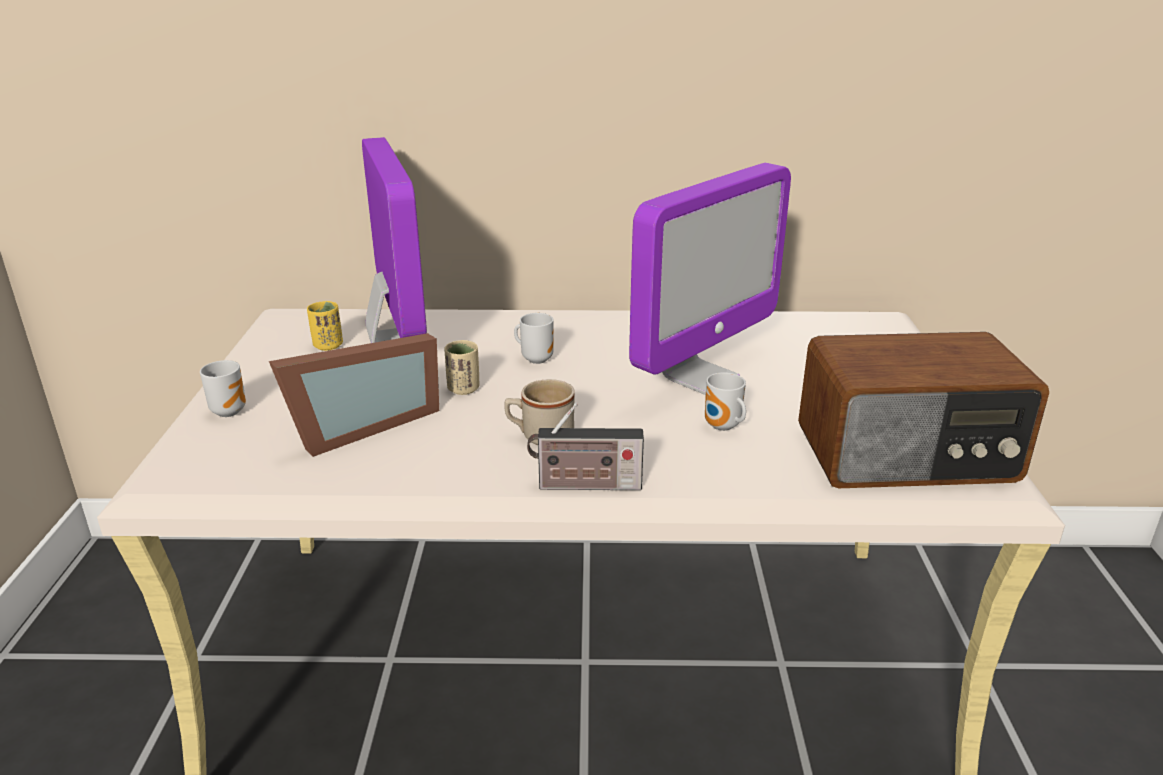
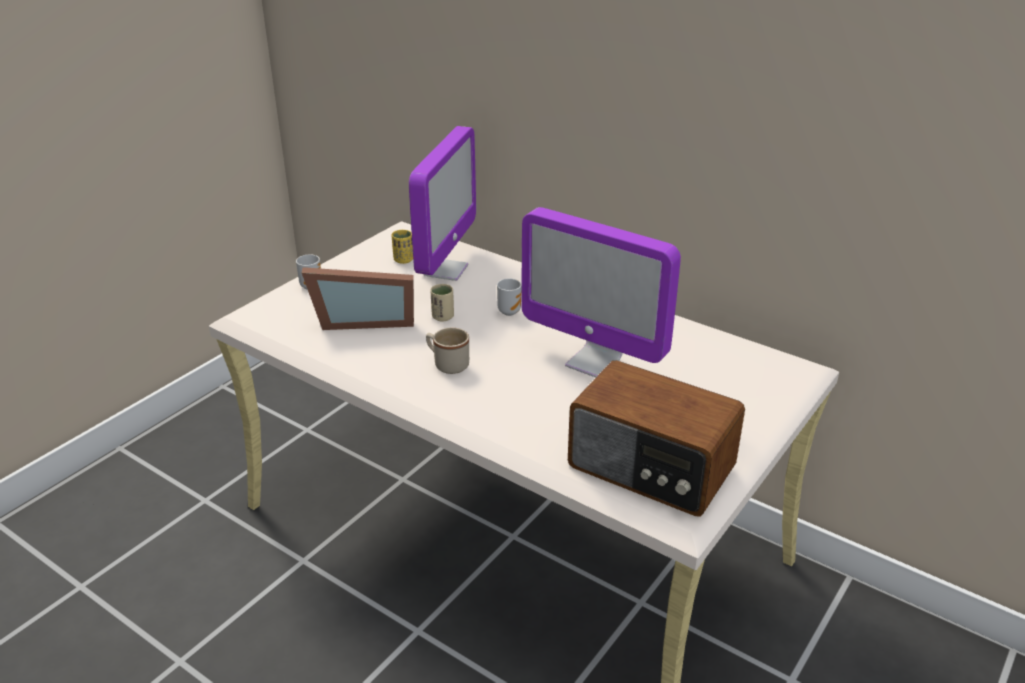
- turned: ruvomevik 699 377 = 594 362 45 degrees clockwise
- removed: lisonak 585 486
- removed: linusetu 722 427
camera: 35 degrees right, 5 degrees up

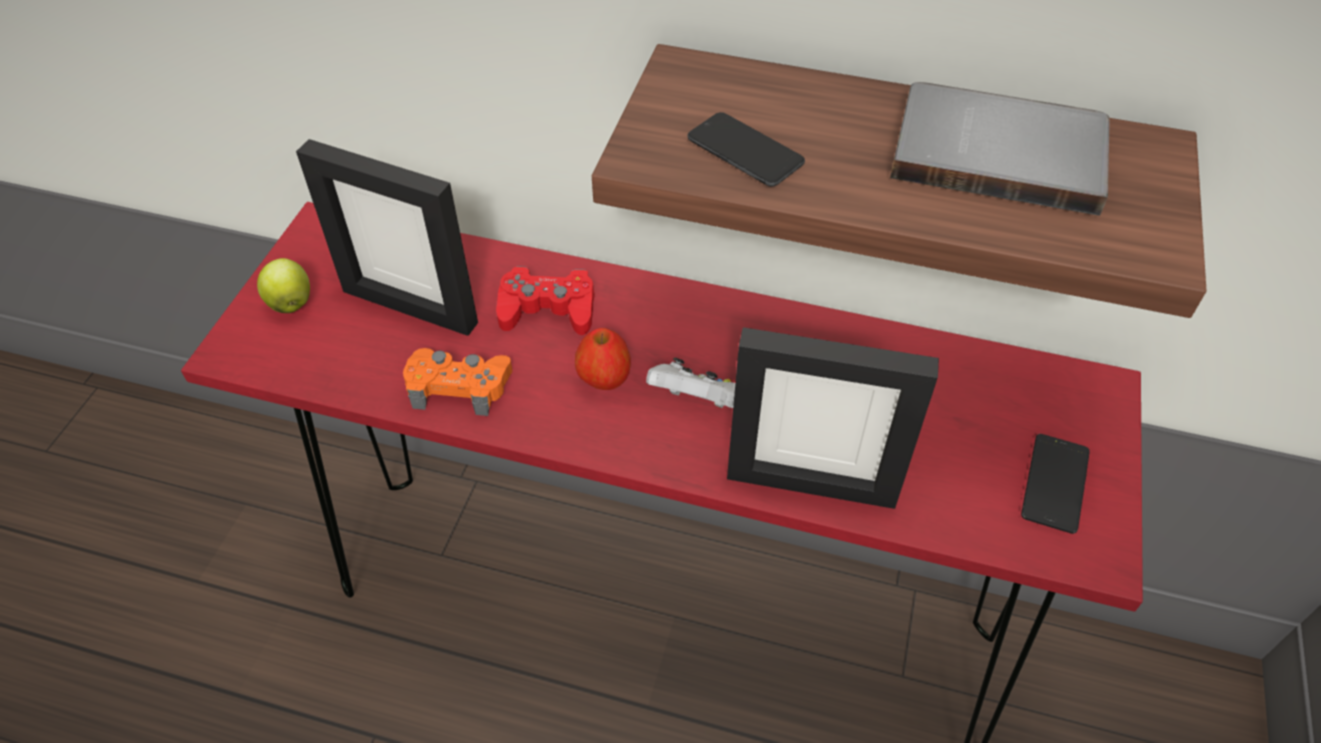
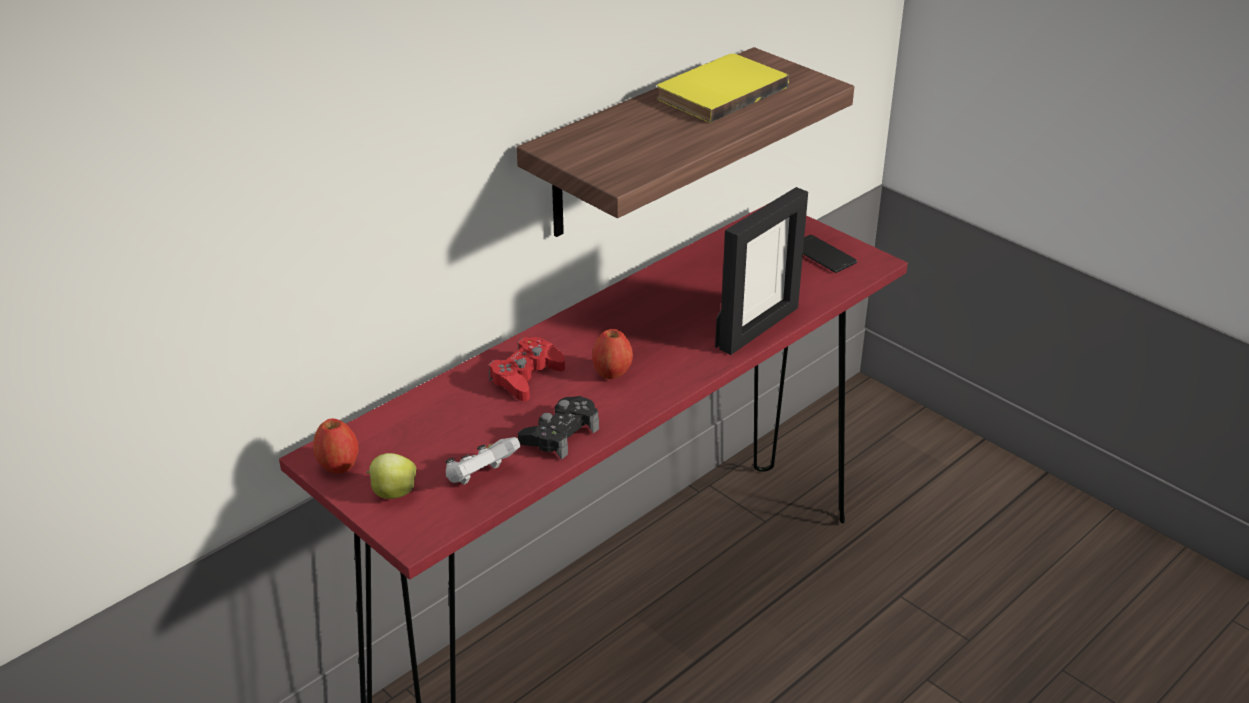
- added: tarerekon 338 466
- moved: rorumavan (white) 697 402 to 481 477
- recoloured: rorumavan (orange) 459 386 to rorumavan (black) 560 434
- recoloured: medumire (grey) 998 150 to medumire (yellow) 718 91
- removed: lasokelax 411 304
- removed: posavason 745 151
camera: 60 degrees left, 15 degrees down

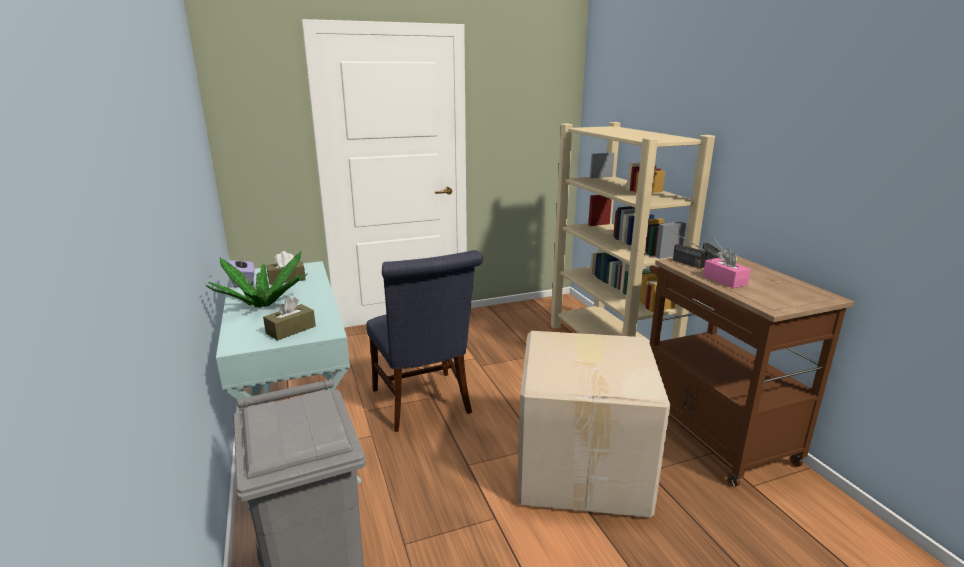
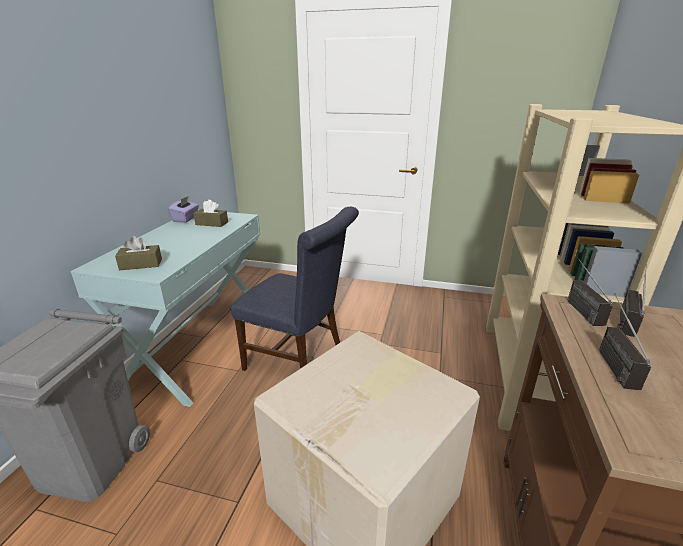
- turned: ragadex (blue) 424 404 = 300 360 75 degrees counterclockwise
- replaced: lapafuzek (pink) 724 280 to lisonak 609 358
- removed: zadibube 263 304
camera: 35 degrees right, 5 degrees up

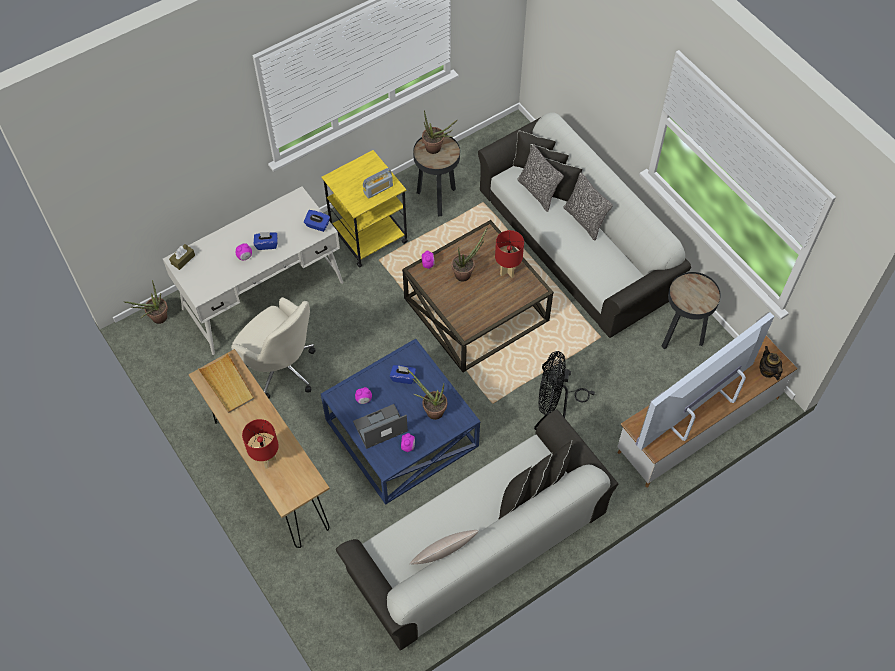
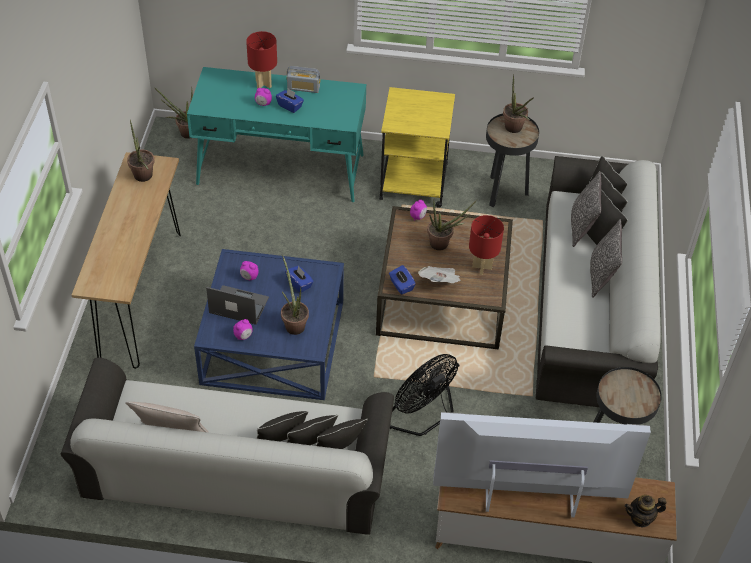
- replaced: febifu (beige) 227 385 to zadibube 143 178
- recoloured: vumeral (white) 263 295 to vumeral (turquoise) 281 169
- moved: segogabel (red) 266 459 to 264 84
- moved: lisonak 378 189 to 303 88
- moved: lapafuzek (blue) 317 225 to 401 285
- added: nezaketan 440 282
- turned: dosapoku 767 371 = 641 518 120 degrees counterclockwise
- removed: lapafuzek (brown) 183 259
- removed: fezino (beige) 281 368
camera: 40 degrees right, 10 degrees down

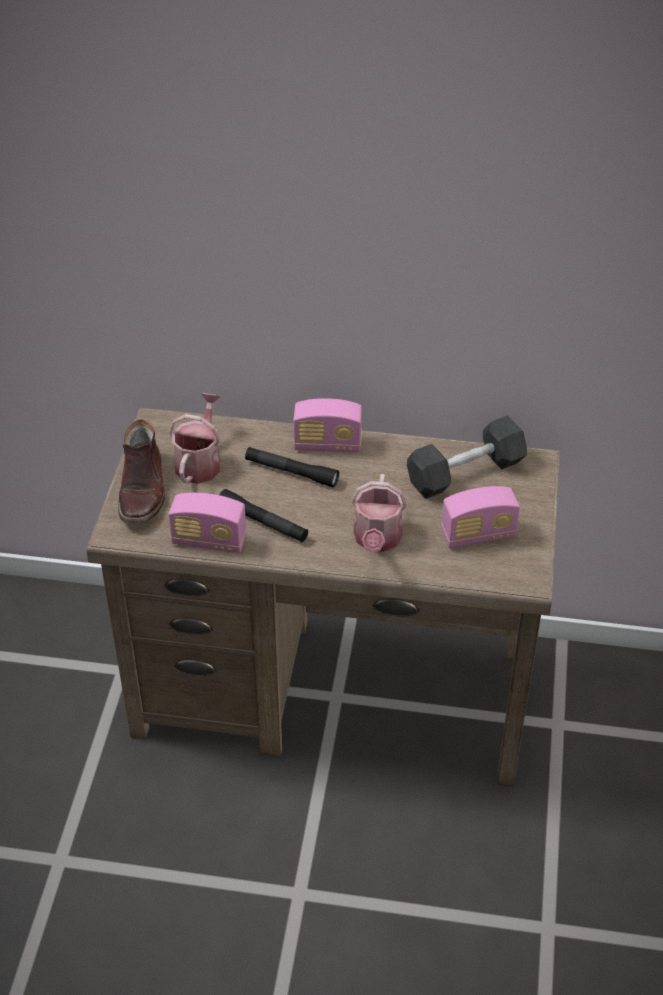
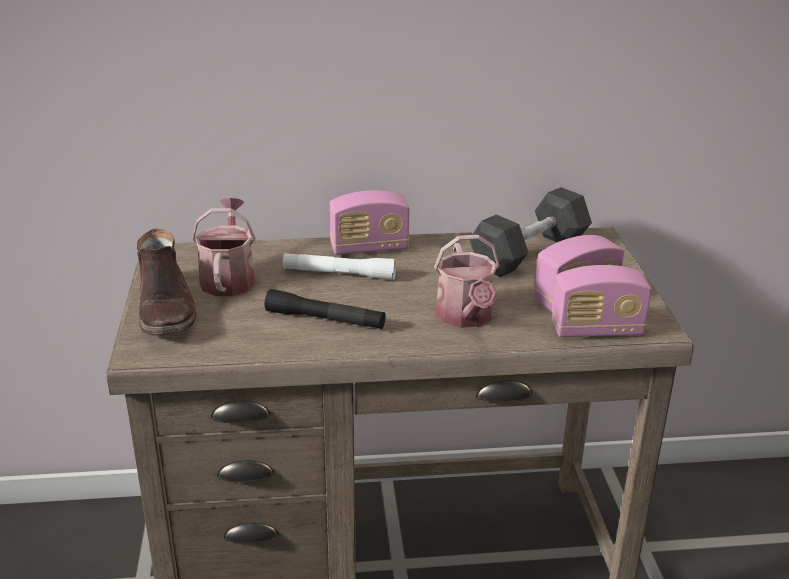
- recoloured: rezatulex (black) 291 472 to rezatulex (white) 339 274
- moved: lisonak 209 541 to 597 330
camera: 15 degrees left, 15 degrees down

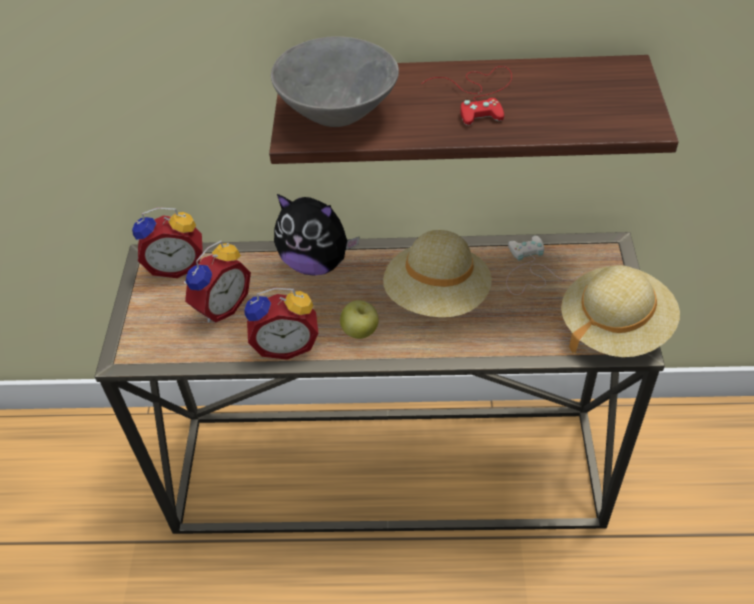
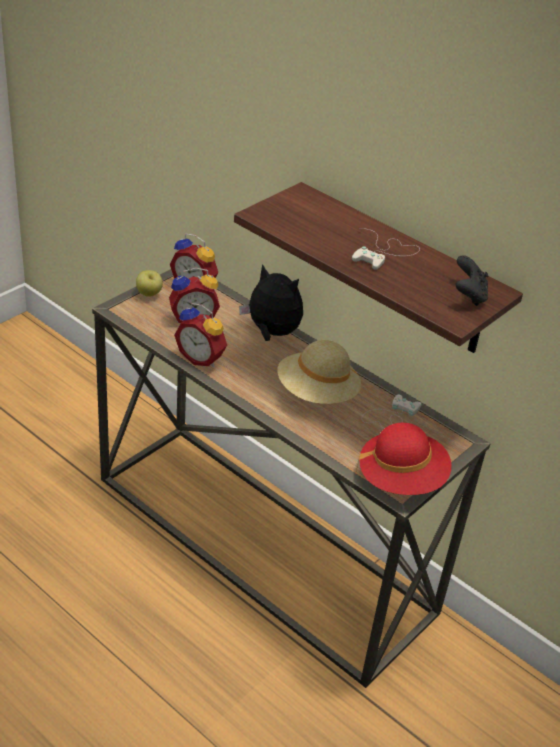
- moved: tarerekon 360 331 to 149 294
- turned: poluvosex 316 263 = 271 333 150 degrees clockwise
- recoloured: rorumavan (red) 479 95 to rorumavan (white) 384 252
- recoloured: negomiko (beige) 614 327 to negomiko (red) 401 479
- added: rorumavan (black) 468 295
- removed: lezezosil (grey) 339 114
camera: 35 degrees right, 10 degrees down

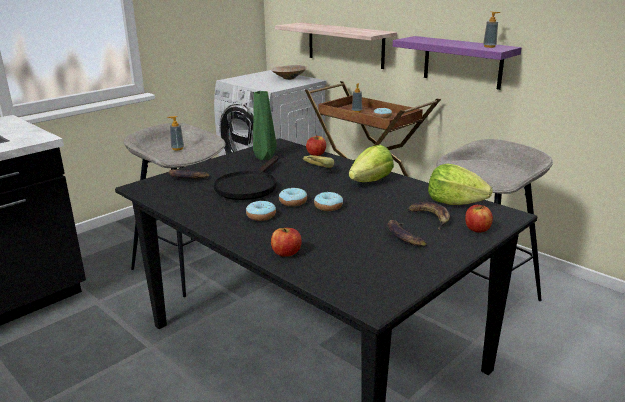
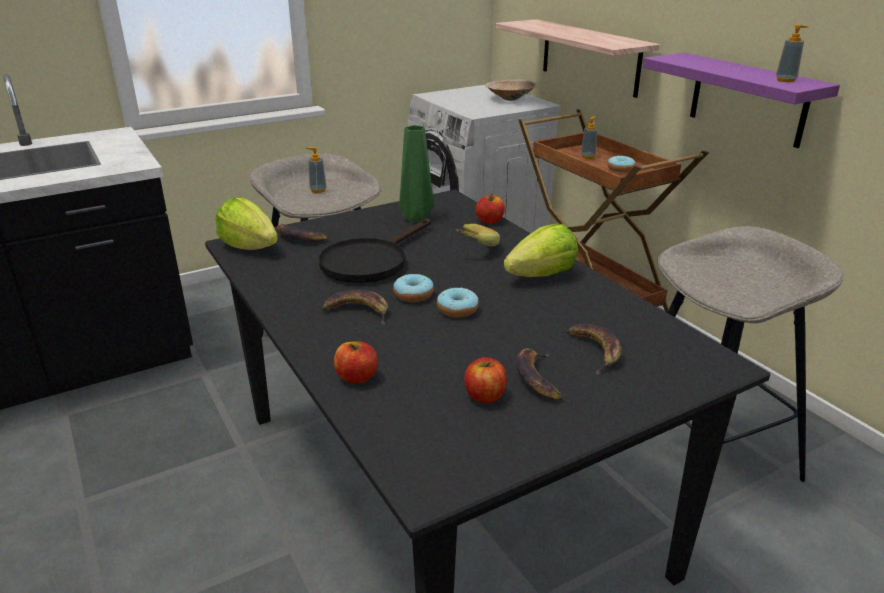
- moved: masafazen 454 202 to 250 246
- replaced: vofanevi 261 216 to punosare 358 311
- moved: tarerekon 477 229 to 484 396
camera: 15 degrees right, 5 degrees up

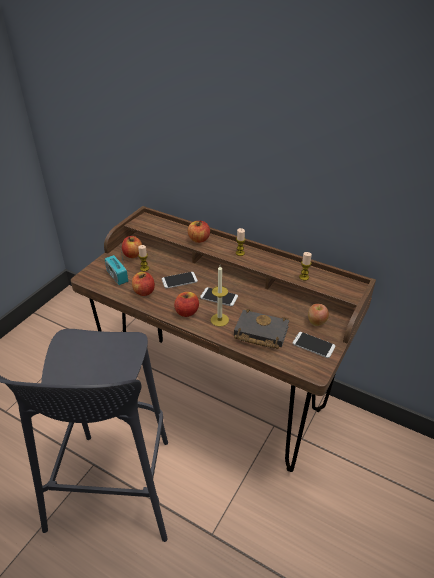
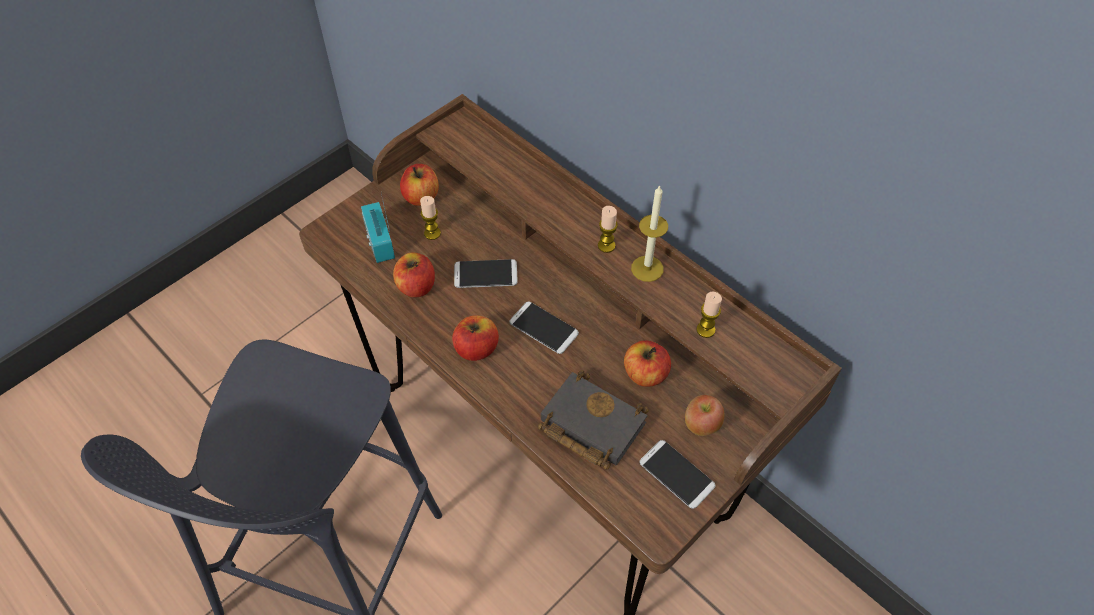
- moved: tarerekon 199 239 to 645 374
- moved: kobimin 219 320 to 647 268
camera: 15 degrees right, 15 degrees up

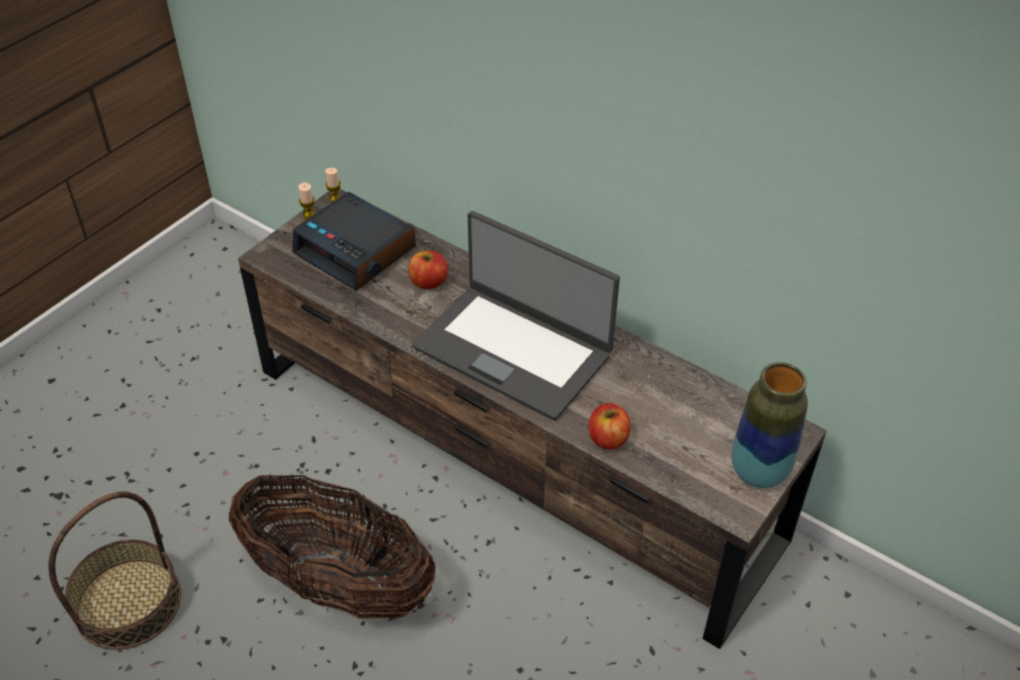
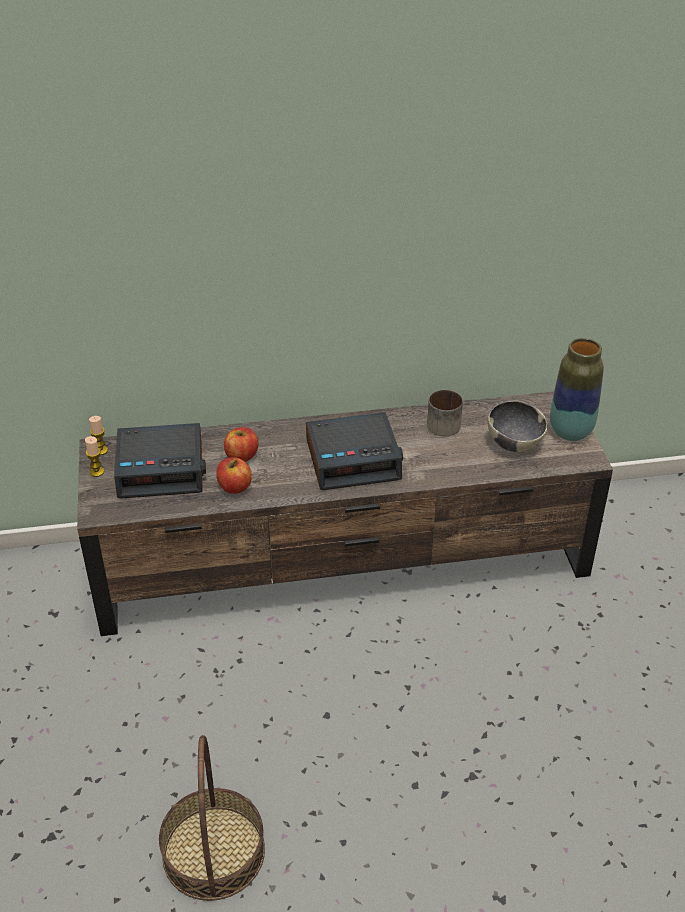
- moved: tarerekon 608 439 to 234 487
- replaced: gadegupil 513 350 to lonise 354 459
- added: linusetu 443 422
- added: lezezosil 514 443
- removed: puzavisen 338 584
camera: 45 degrees left, 5 degrees down

